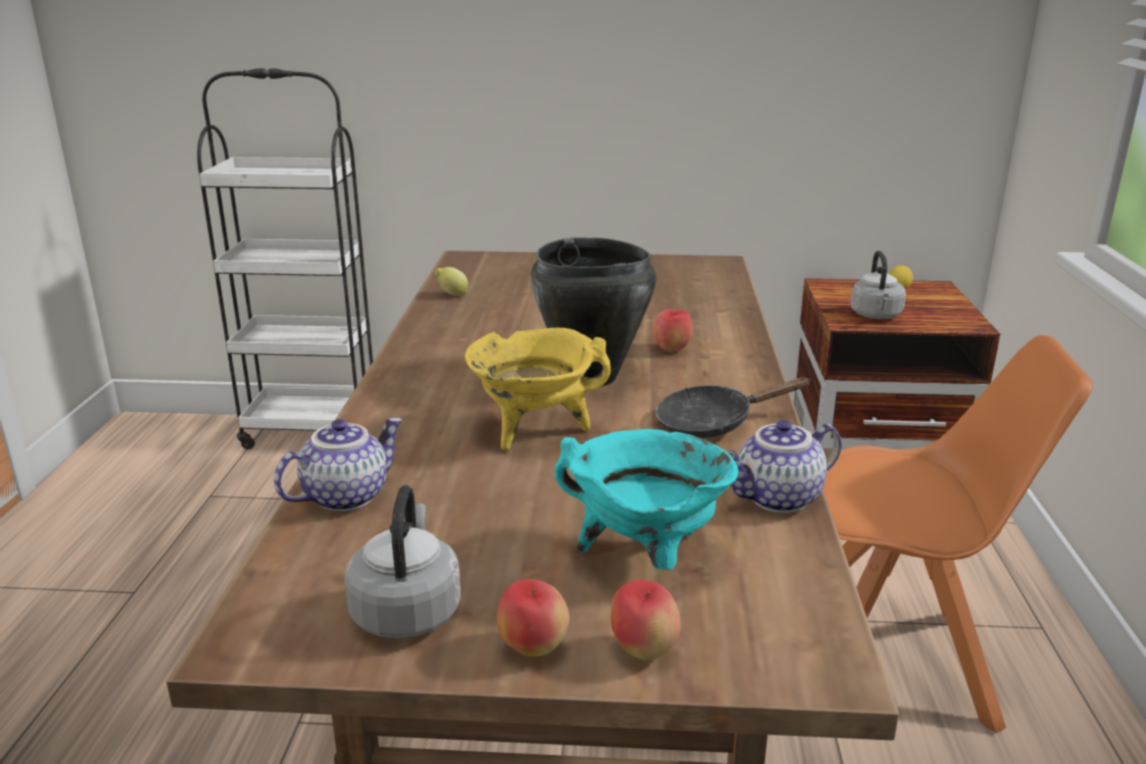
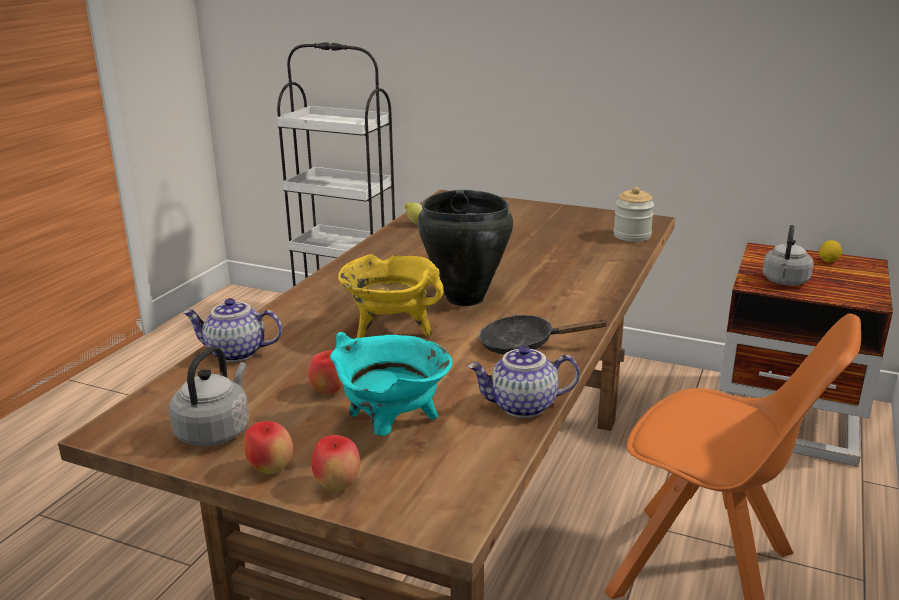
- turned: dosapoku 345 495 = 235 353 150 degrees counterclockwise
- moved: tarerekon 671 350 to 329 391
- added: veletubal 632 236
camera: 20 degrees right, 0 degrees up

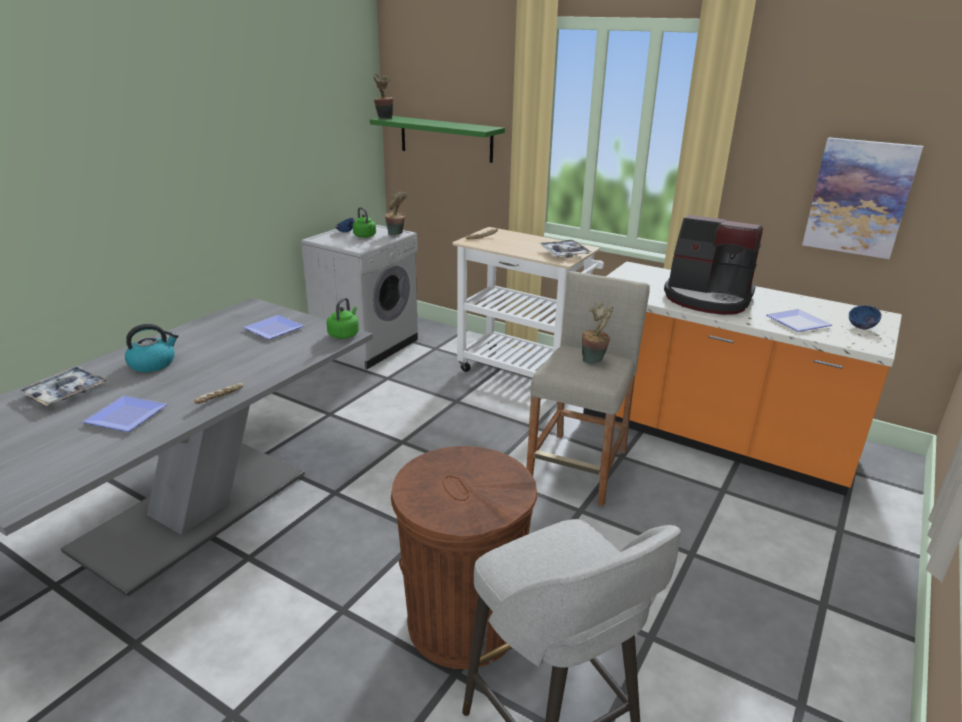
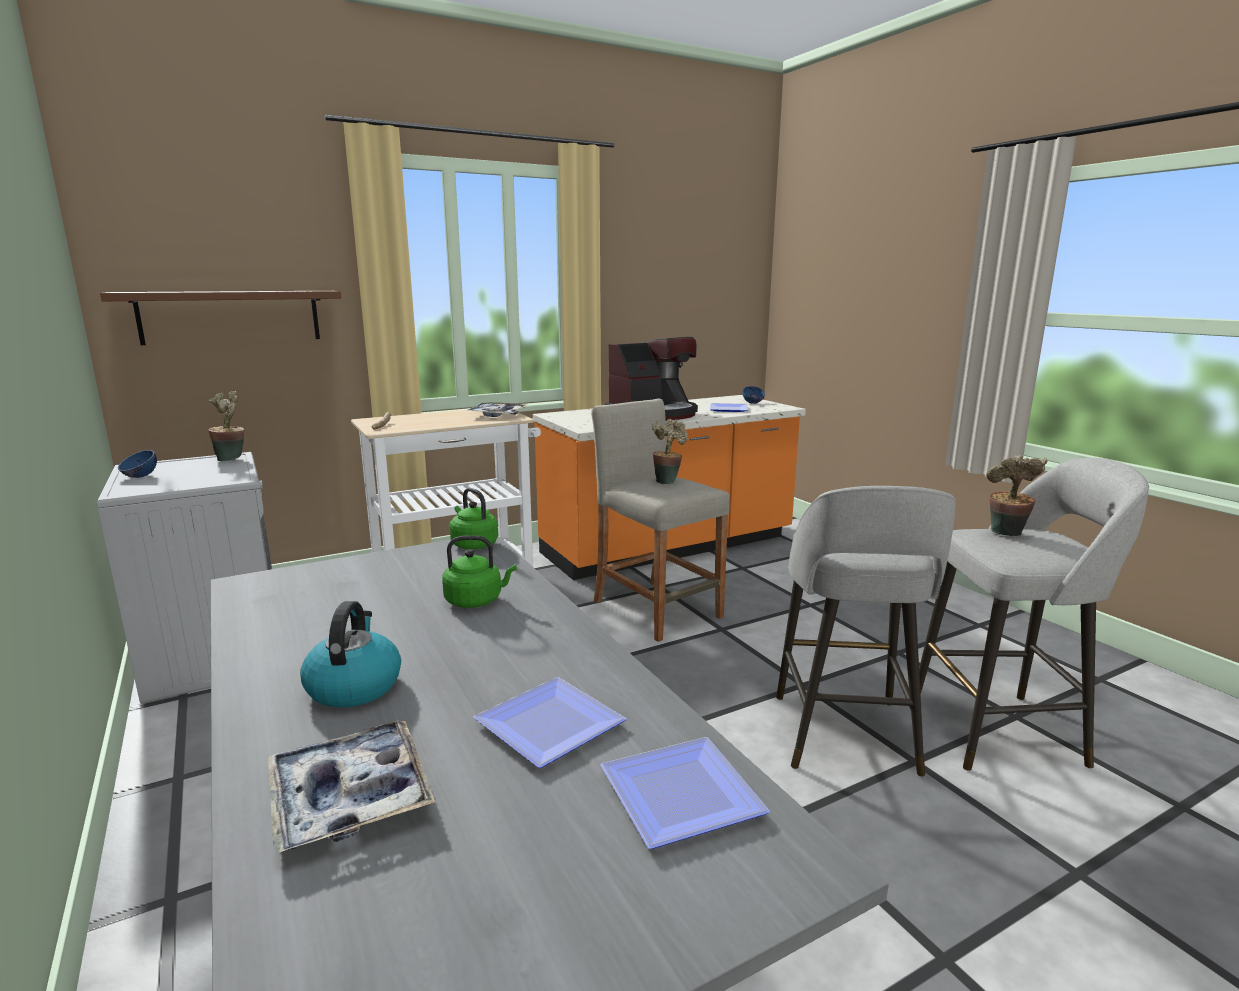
- recoloured: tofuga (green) 446 139 to tofuga (brown) 231 316
- moved: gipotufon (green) 365 236 to 476 601
- moved: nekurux 273 330 to 687 797
- replaced: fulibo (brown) 462 622 to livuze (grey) 845 737
- moved: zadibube 383 118 to 1006 535
- removed: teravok 220 398
- removed: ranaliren 859 198
camera: 60 degrees left, 10 degrees down

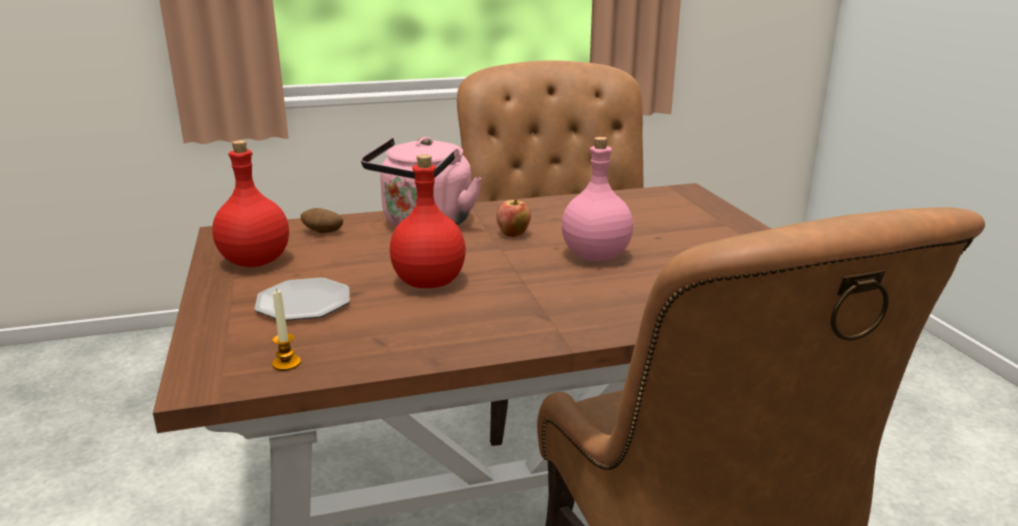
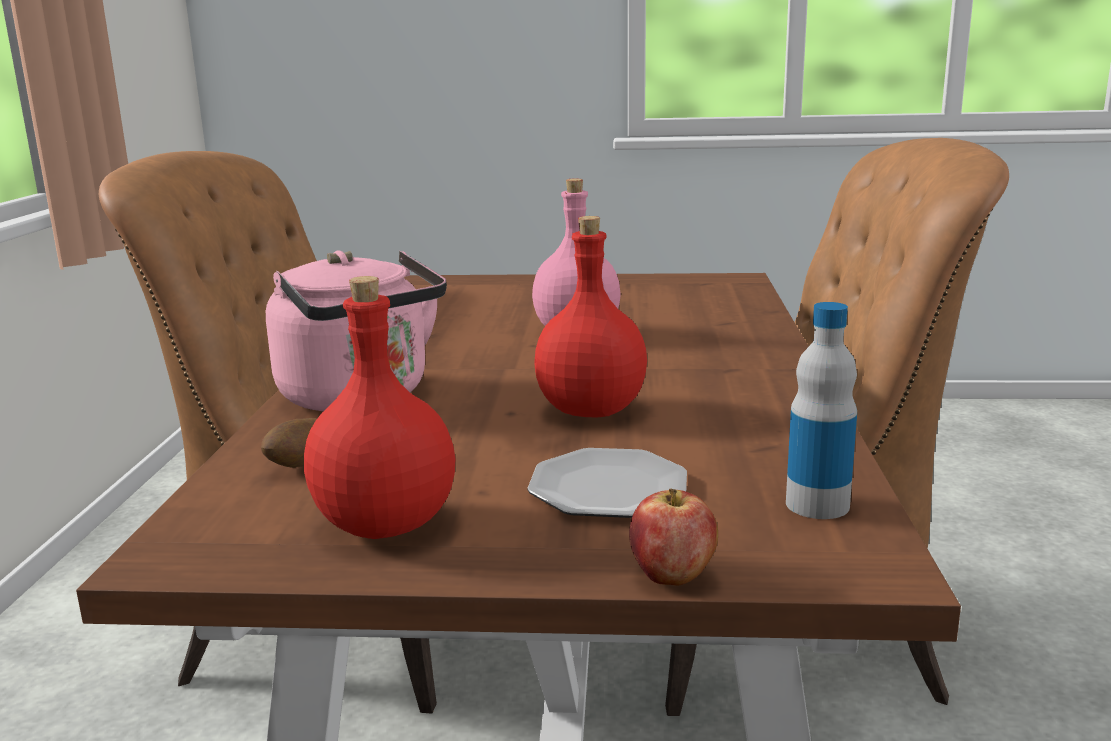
- moved: tarerekon 513 234 to 671 577
- replaced: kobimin 286 363 to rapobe 817 505
camera: 70 degrees left, 5 degrees down

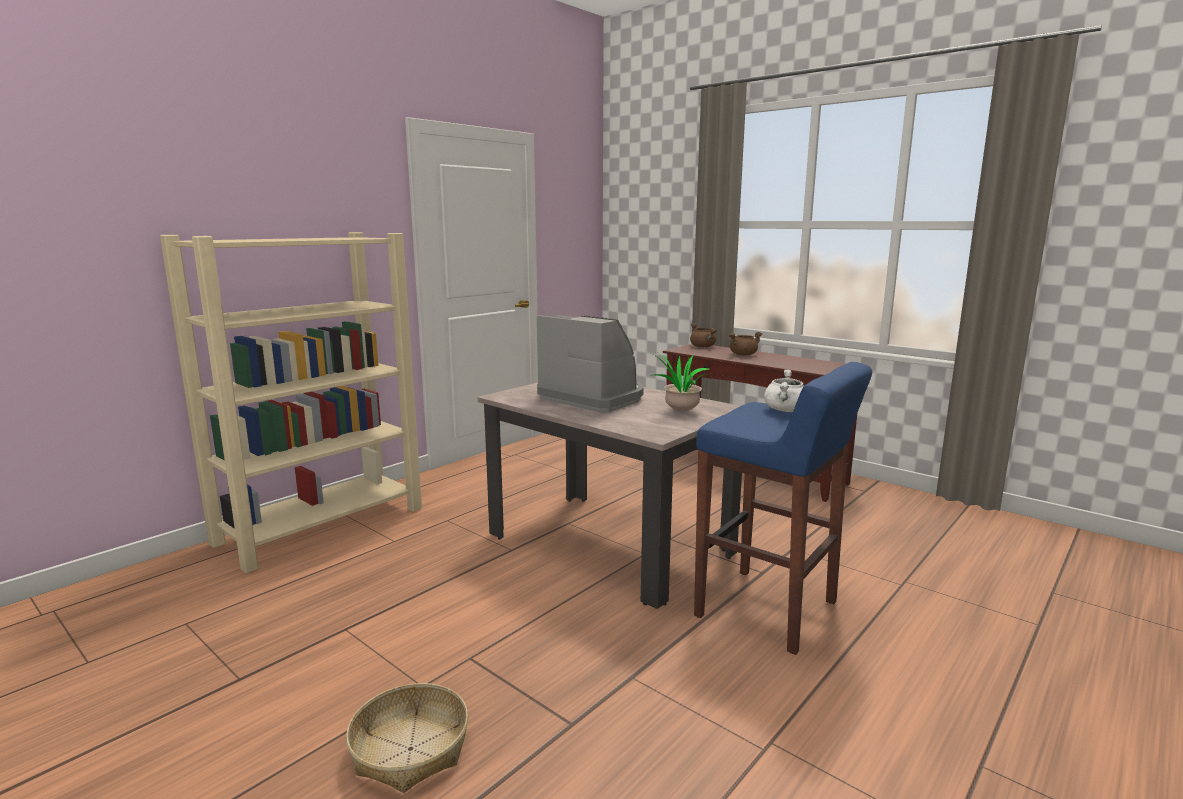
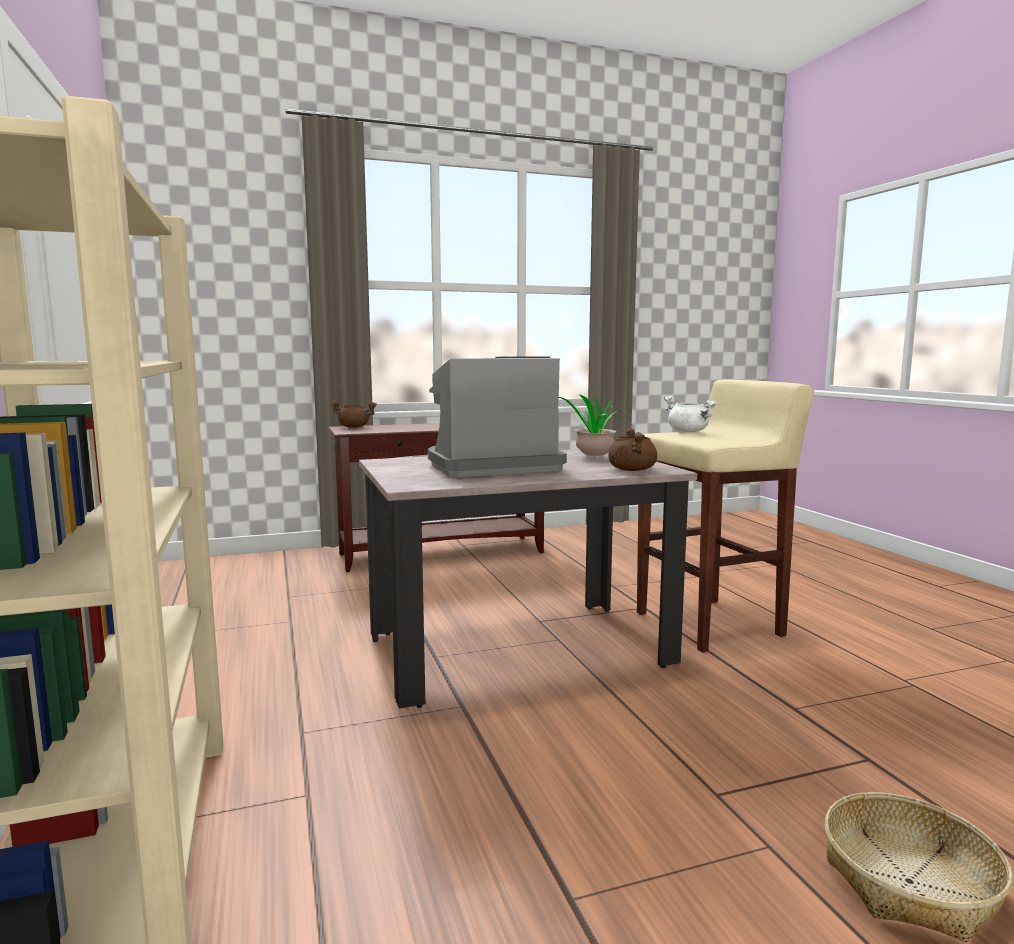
- moved: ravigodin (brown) 743 354 to 631 470
- recoloured: livuze (blue) 768 610 to livuze (beige) 710 624
camera: 60 degrees left, 5 degrees down

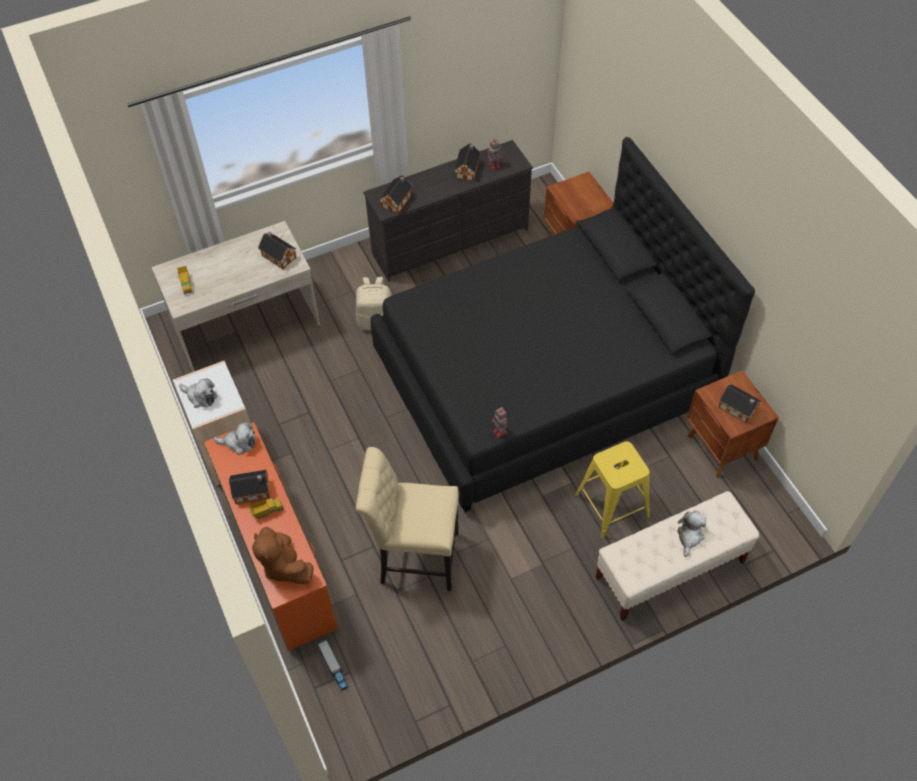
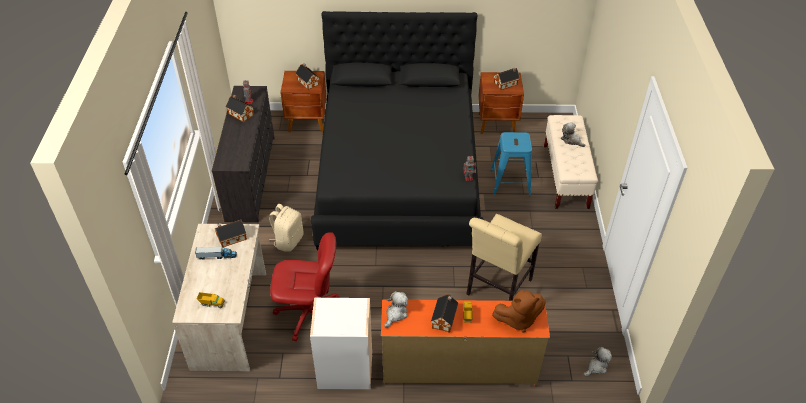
- moved: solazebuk 334 667 to 217 256
- added: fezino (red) 308 313
- moved: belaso 397 200 to 308 82
- recoloured: livuze (yellow) 612 505 to livuze (blue) 510 182
- moved: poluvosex 200 396 to 596 366
camera: 65 degrees left, 10 degrees down

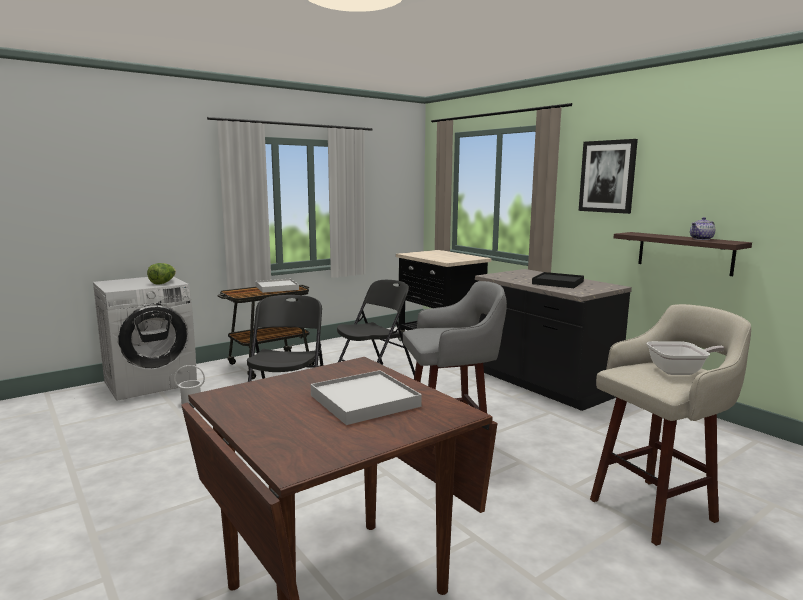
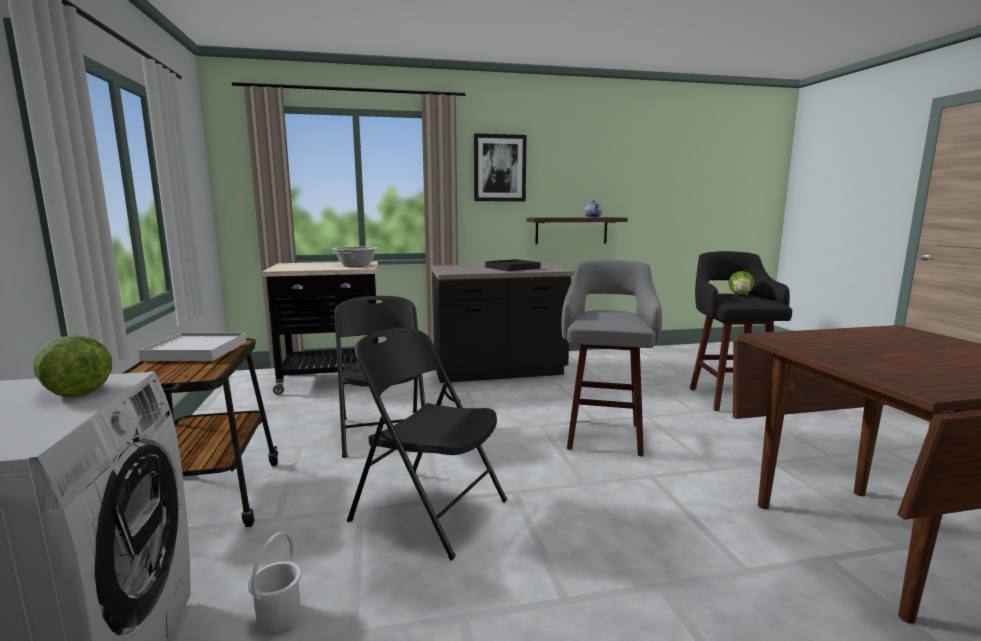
- added: ravigodin 356 265
- recoloured: livuze (beige) 656 509 to livuze (black) 729 398
- replaced: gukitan 681 371 to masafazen 740 295
- removed: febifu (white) 365 401
camera: 65 degrees left, 0 degrees up

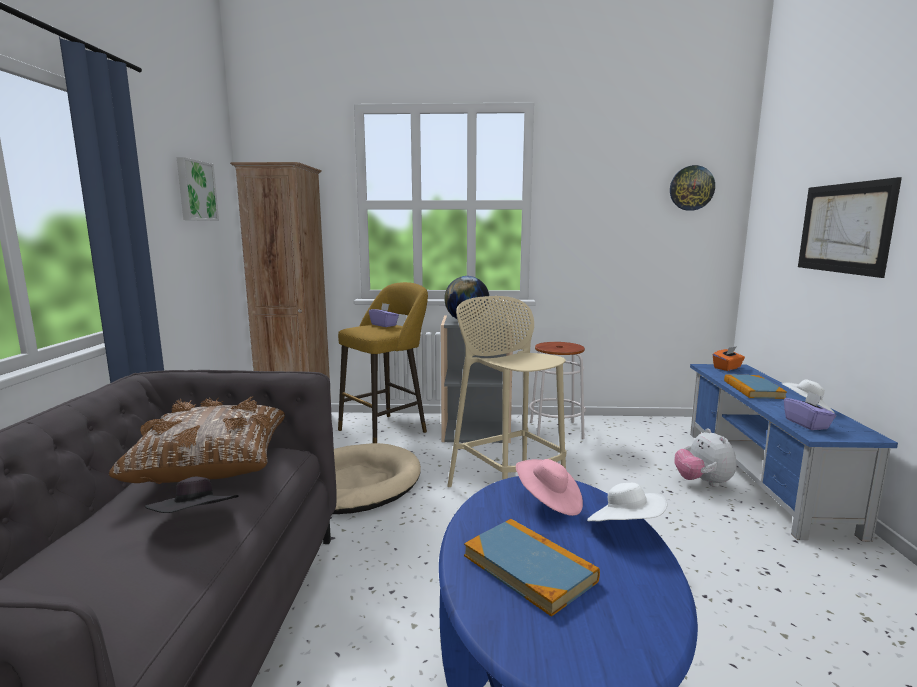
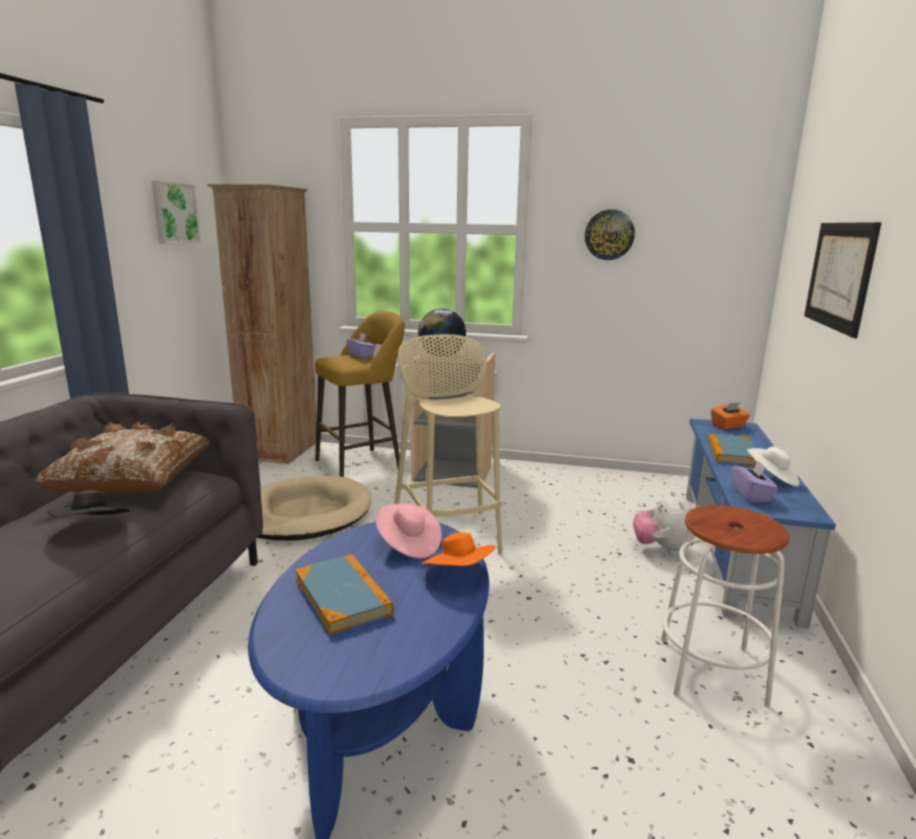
- recoloured: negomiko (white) 625 527 to negomiko (orange) 459 574
- moved: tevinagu 691 188 to 609 235
- moved: livuze (white) 556 430 to 711 670
camera: 10 degrees right, 5 degrees up

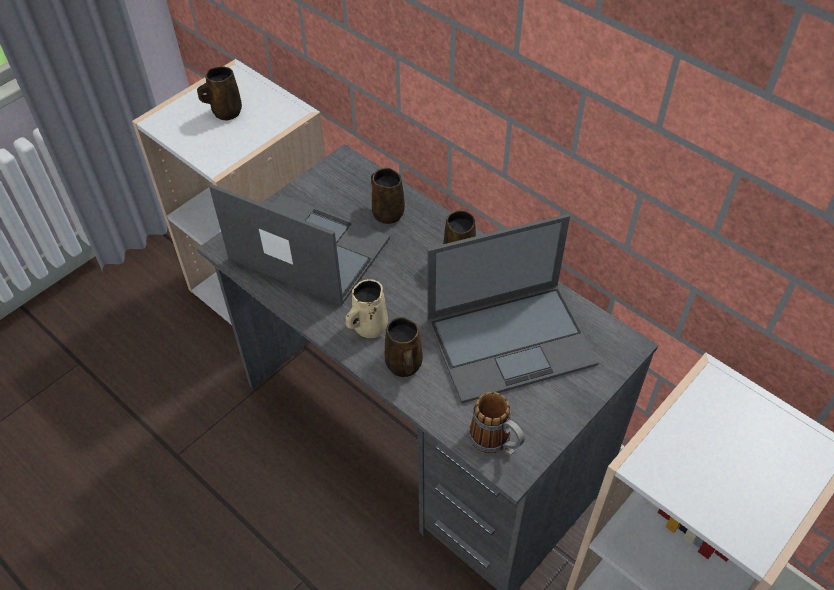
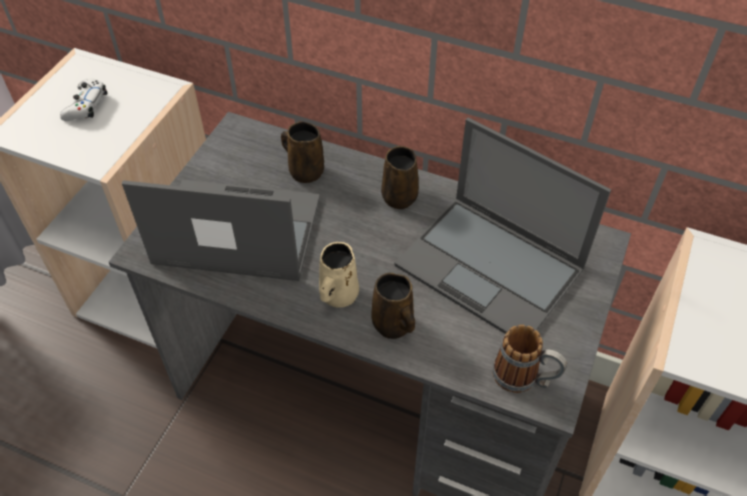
- replaced: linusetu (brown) 225 112 to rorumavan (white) 86 106
- turned: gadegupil 512 340 = 491 268 75 degrees clockwise
camera: 20 degrees left, 0 degrees up

